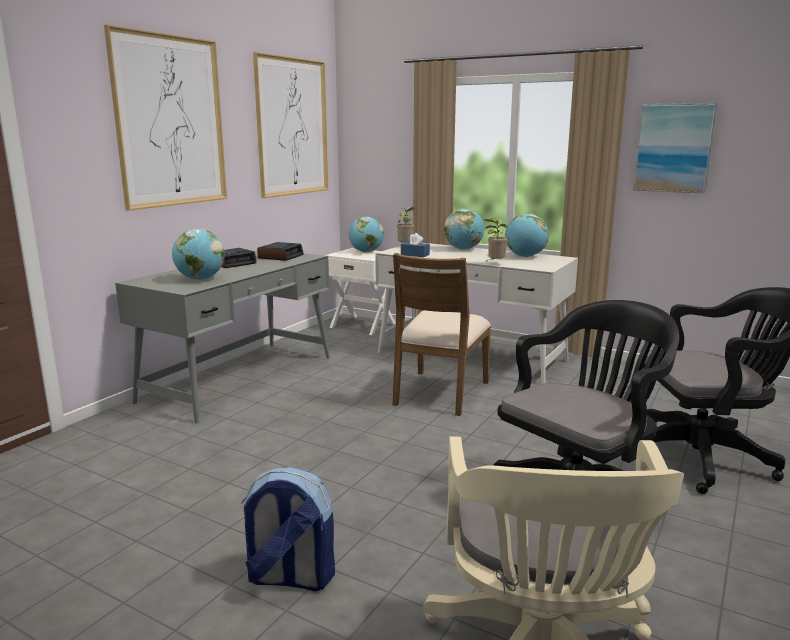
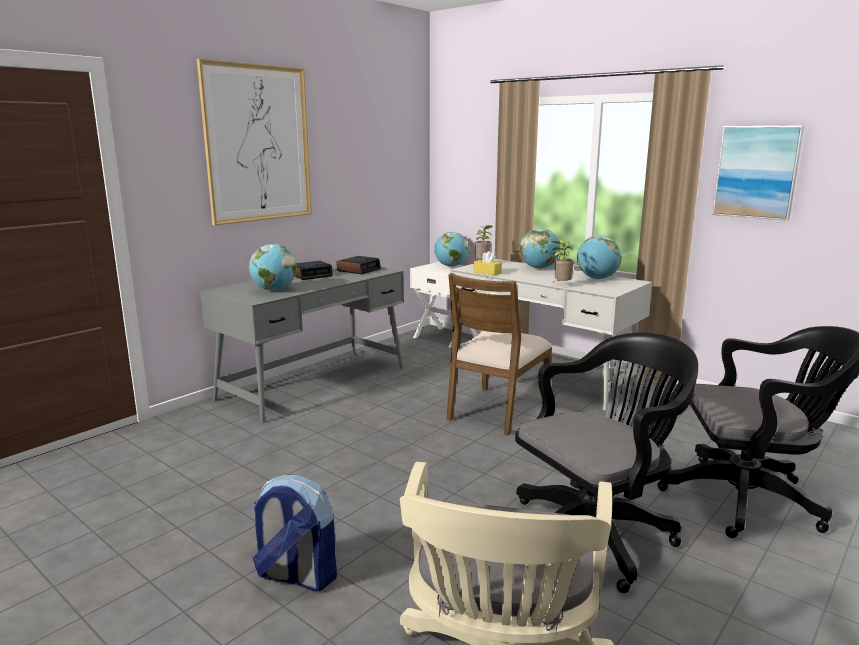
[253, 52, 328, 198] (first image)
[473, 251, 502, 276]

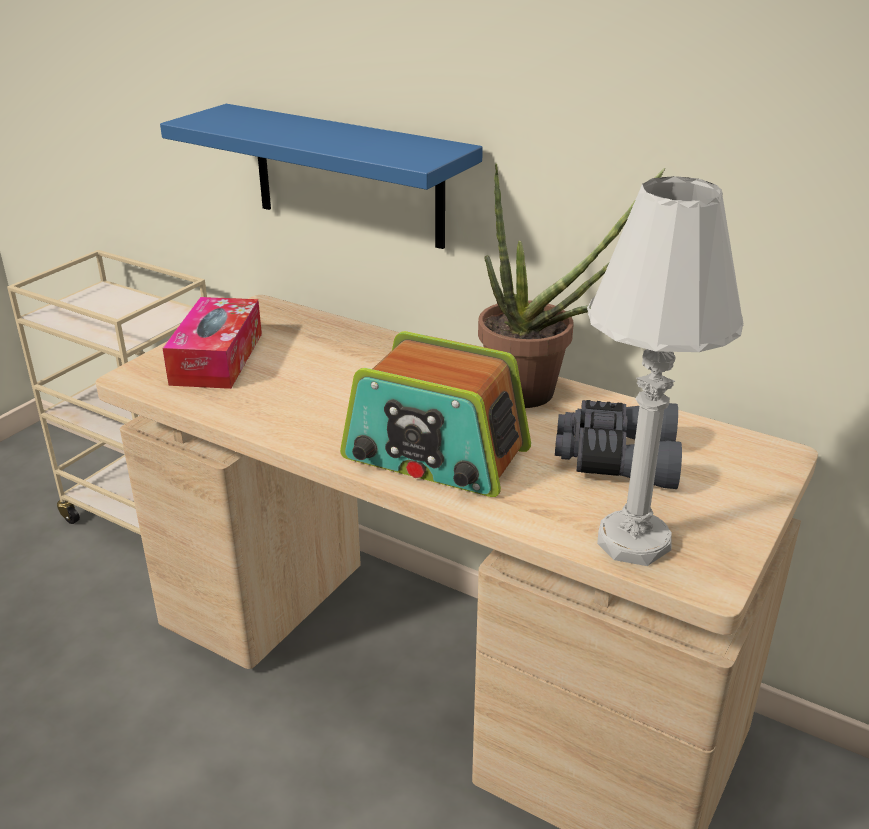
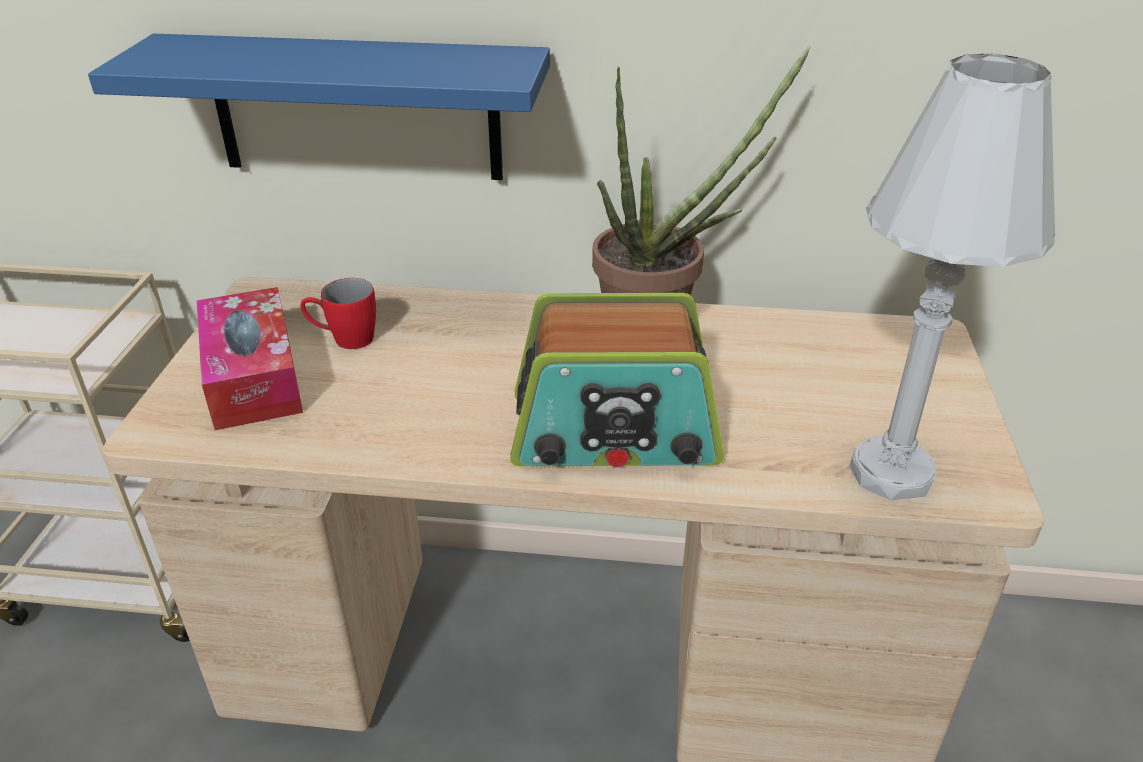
[555, 400, 682, 489] (first image)
[300, 278, 376, 349]

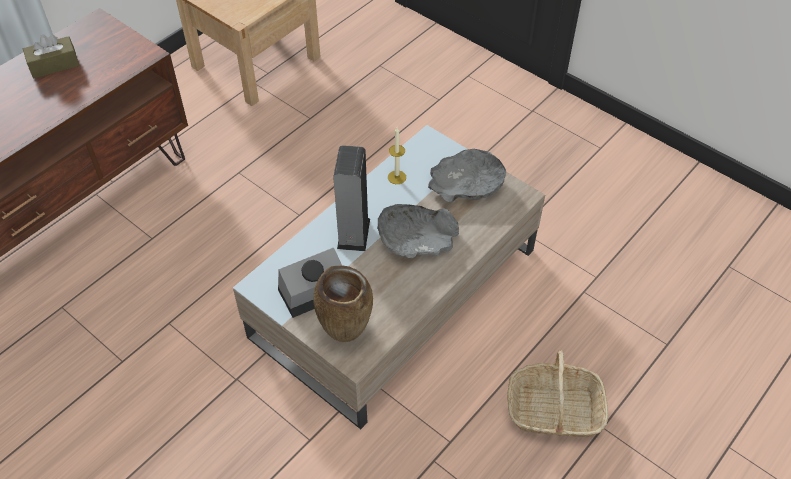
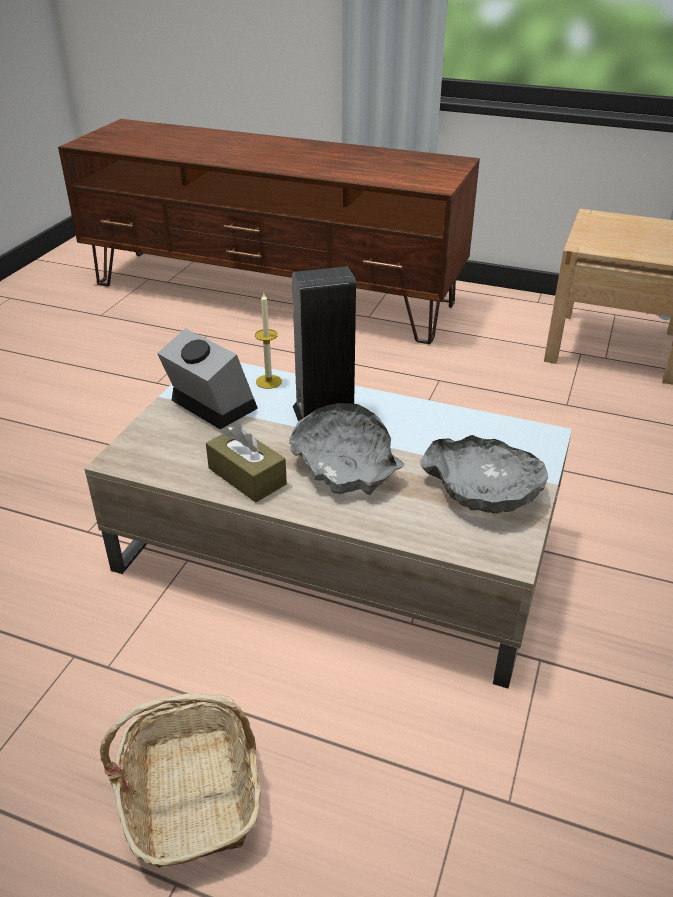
[206, 424, 287, 502]
[255, 293, 282, 389]
[313, 266, 373, 342] (first image)

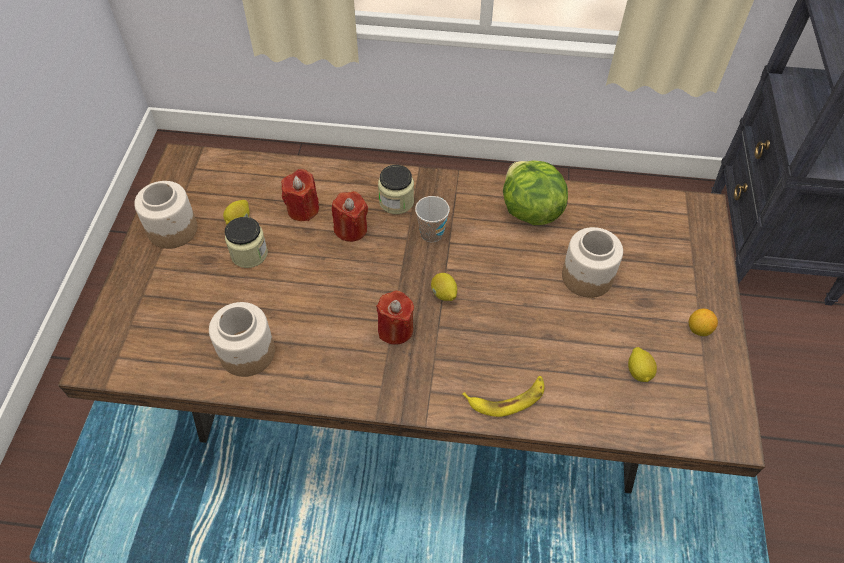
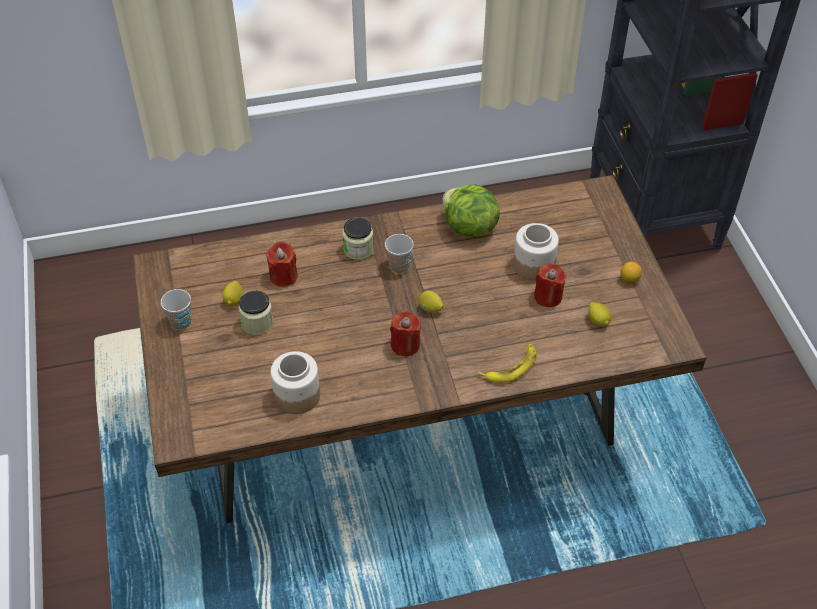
[161, 289, 191, 330]
[534, 263, 567, 307]

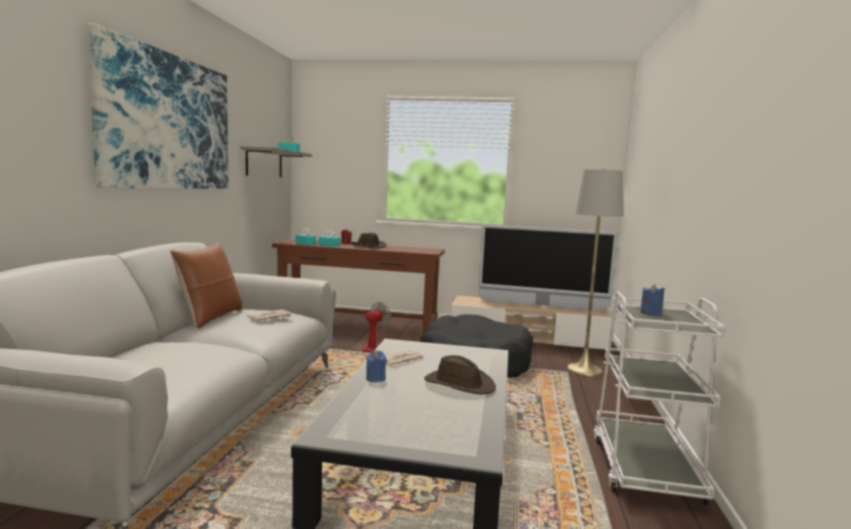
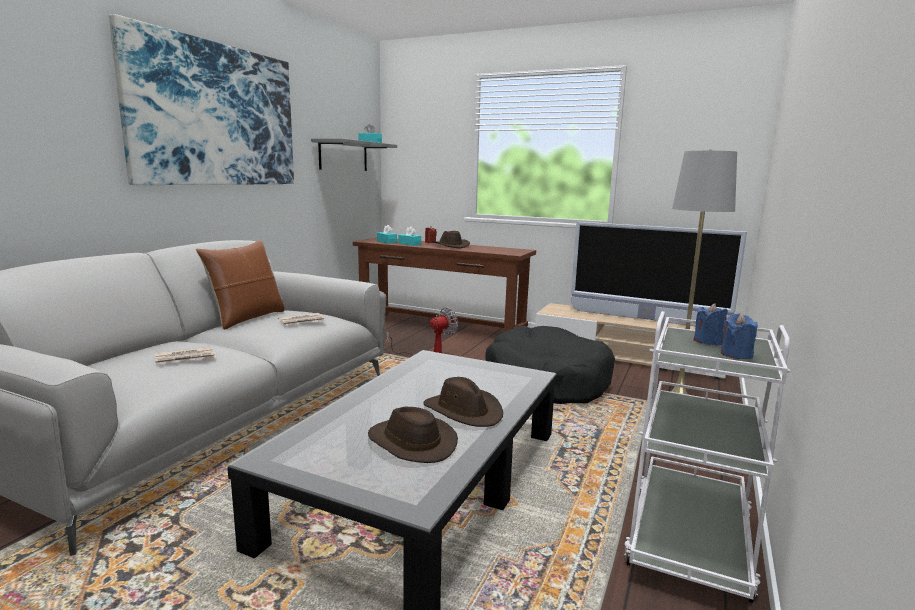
[721, 313, 758, 359]
[155, 346, 216, 364]
[368, 407, 458, 463]

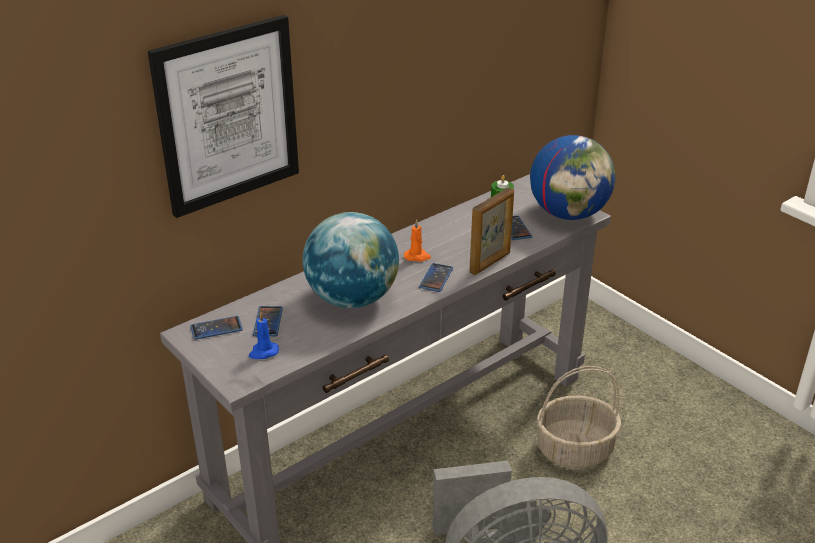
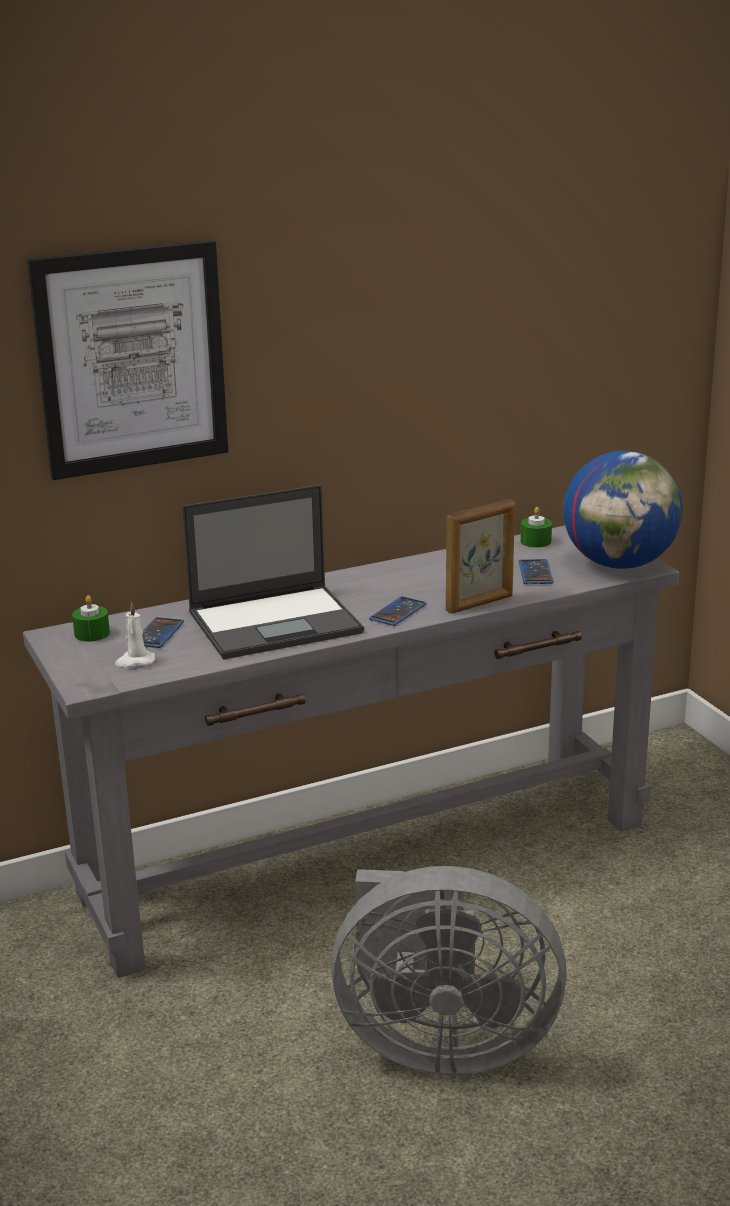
[182, 485, 364, 660]
[404, 219, 431, 262] (first image)
[115, 601, 155, 667]
[72, 595, 110, 642]
[537, 366, 622, 468] (first image)

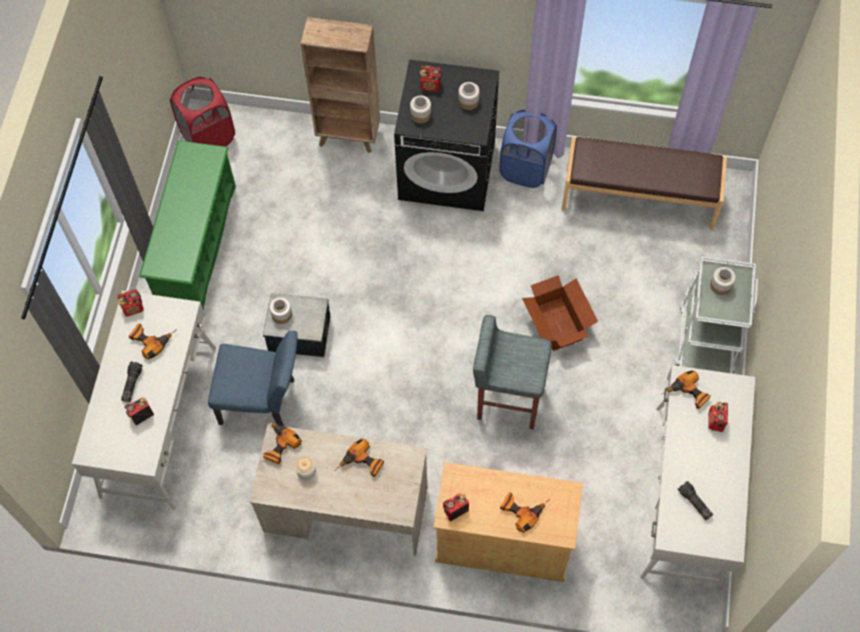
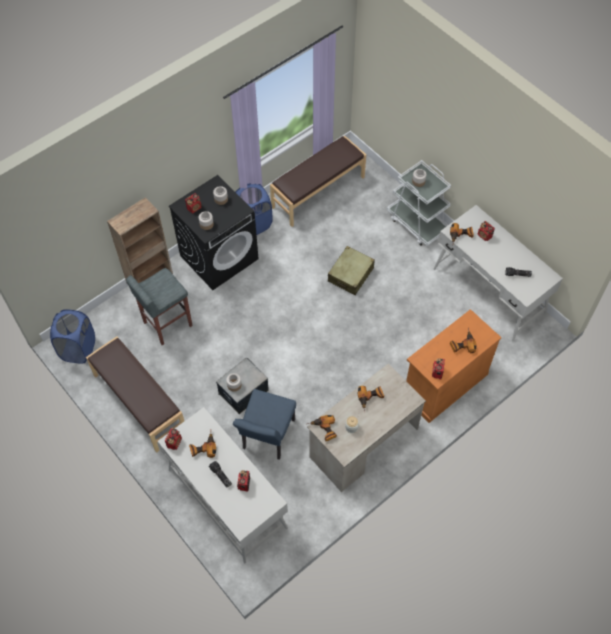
[50, 309, 95, 364]
[86, 336, 184, 453]
[328, 246, 375, 295]
[126, 268, 193, 345]
[233, 389, 296, 460]
[406, 309, 502, 423]

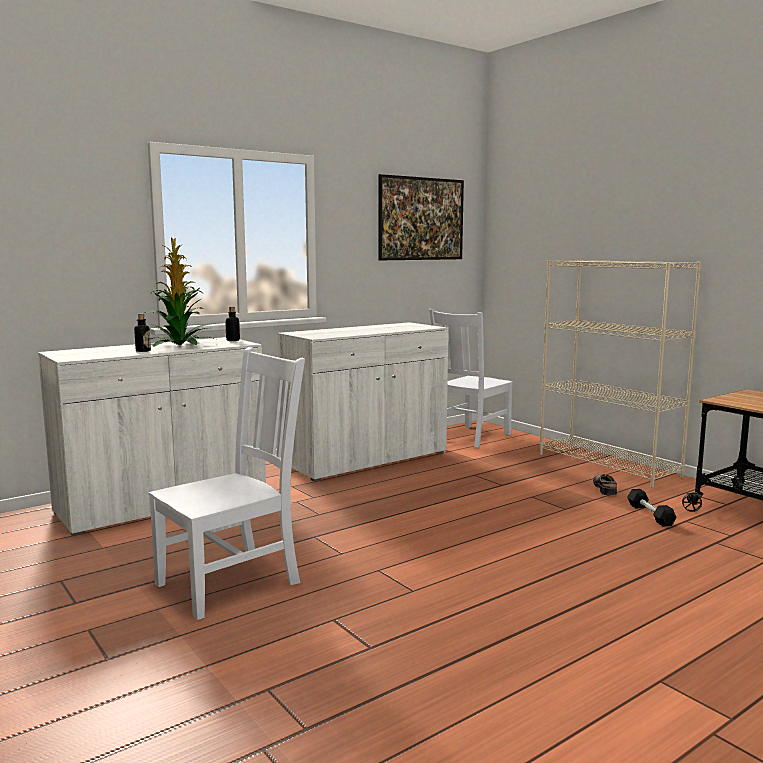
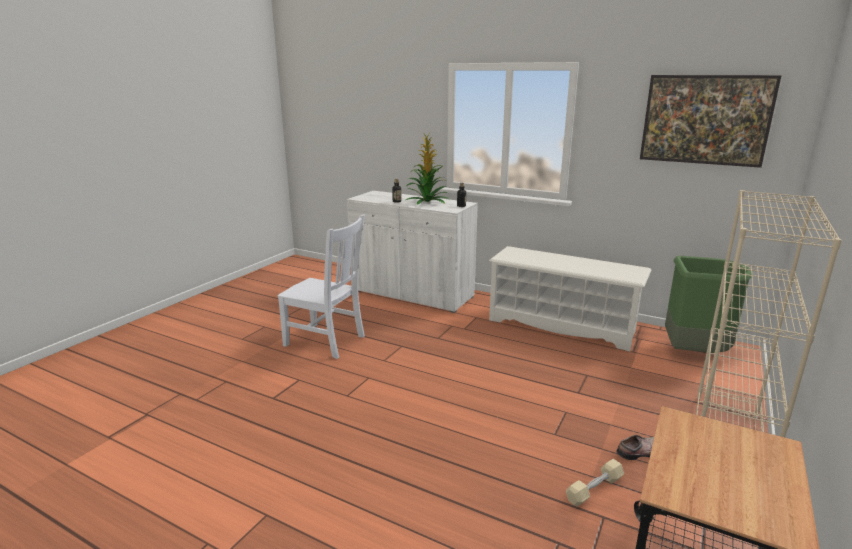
[665, 256, 753, 353]
[489, 246, 651, 351]
[566, 459, 624, 506]

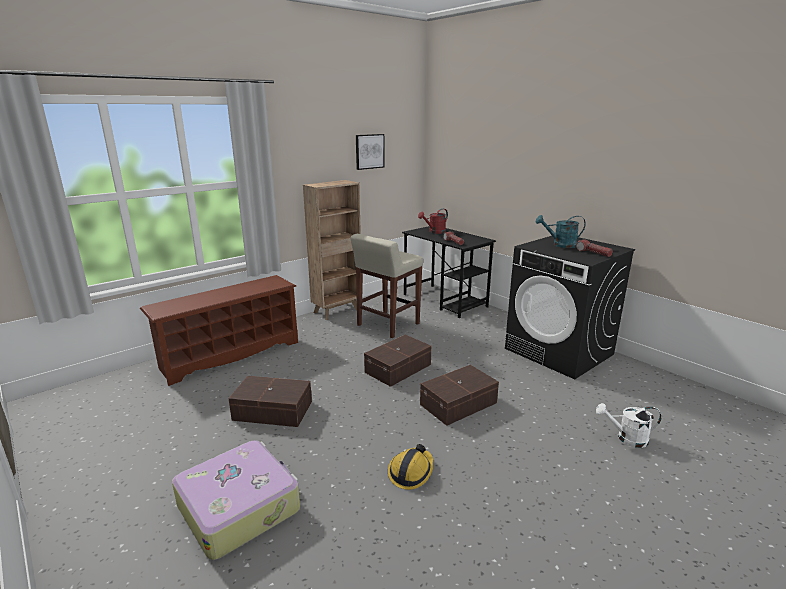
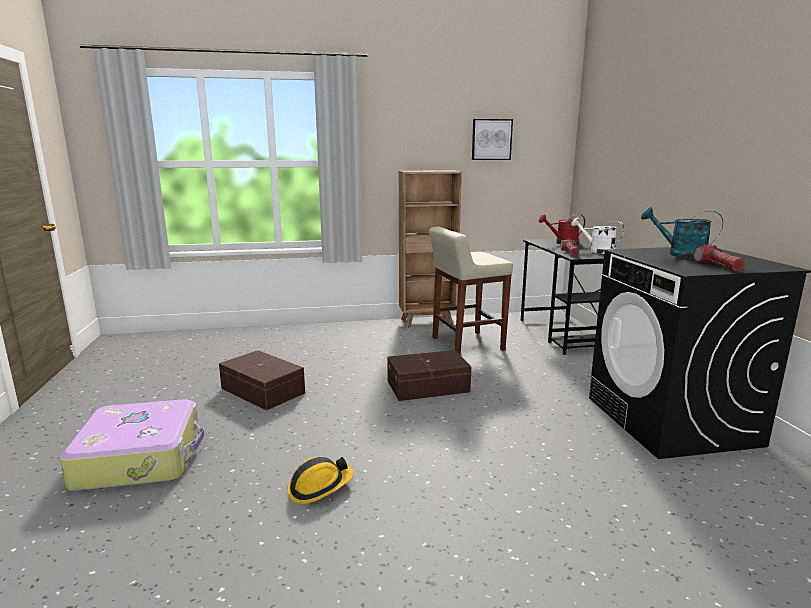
[140, 275, 298, 386] (first image)
[420, 365, 499, 426] (first image)
[571, 217, 624, 254]

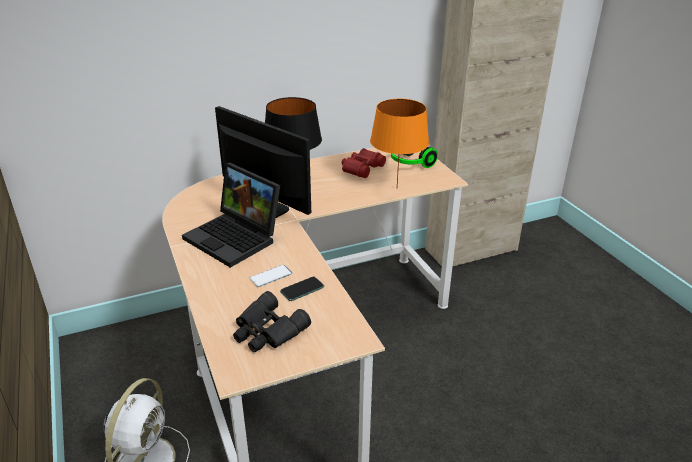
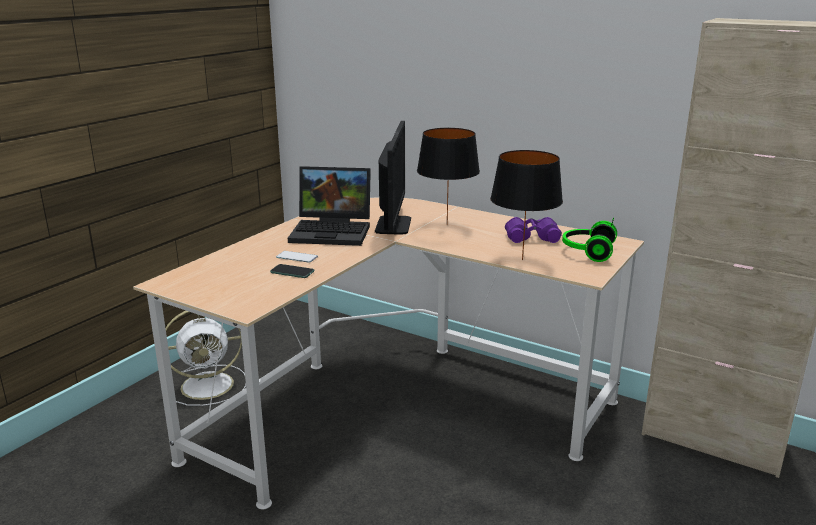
[490, 150, 563, 260]
[505, 217, 562, 243]
[288, 166, 371, 246]
[233, 291, 311, 353] (first image)

